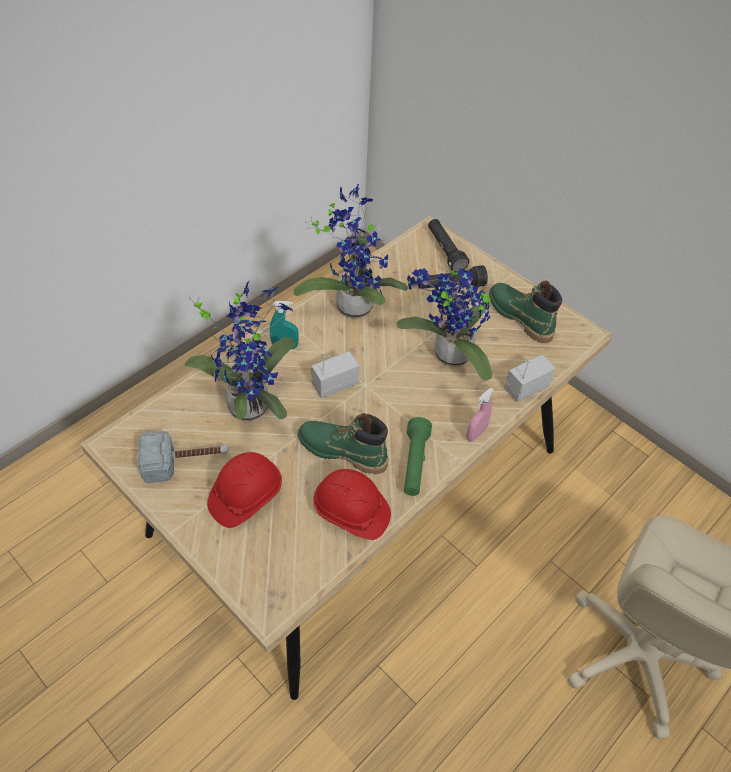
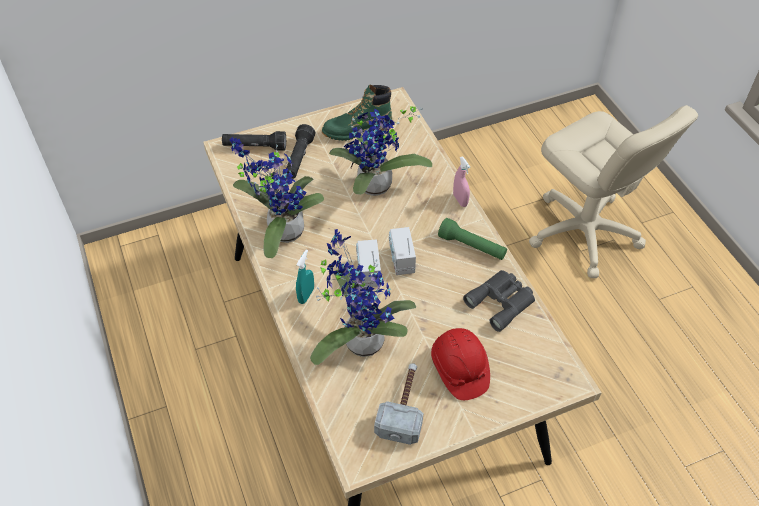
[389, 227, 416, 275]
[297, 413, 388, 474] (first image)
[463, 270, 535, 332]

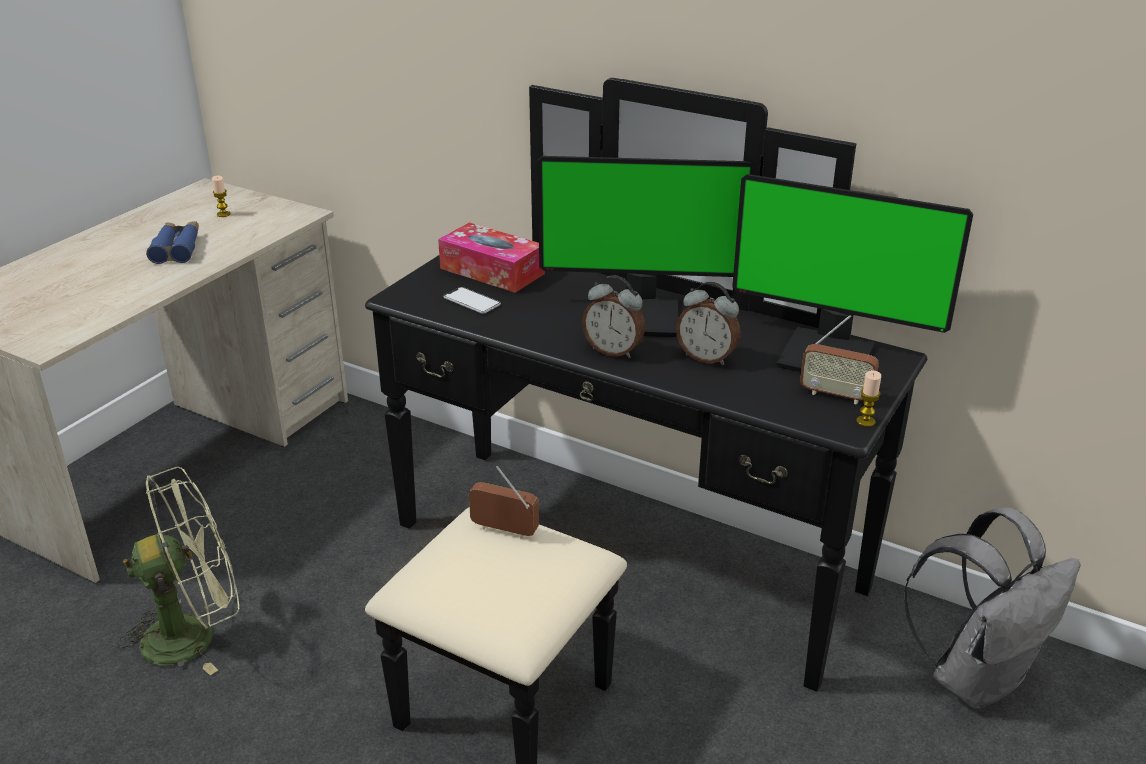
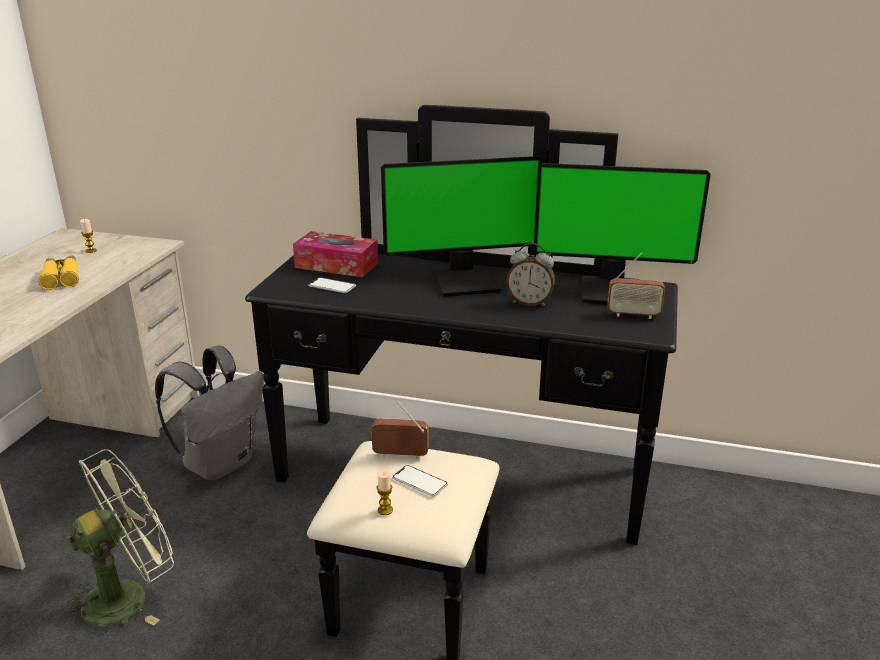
[39, 255, 79, 290]
[582, 276, 645, 358] (first image)
[377, 469, 393, 515]
[155, 345, 264, 480]
[392, 465, 448, 497]

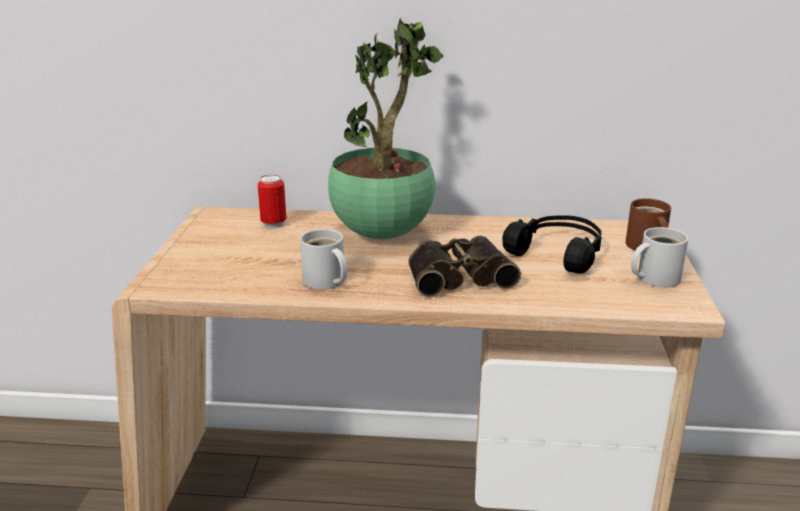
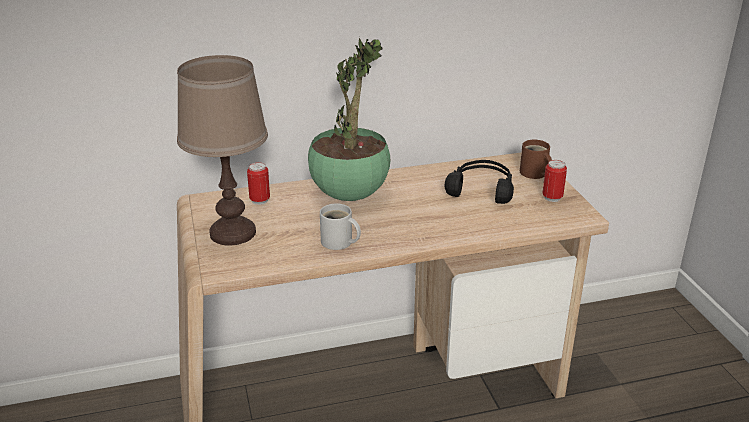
[543, 160, 567, 202]
[408, 236, 521, 298] (first image)
[177, 55, 268, 246]

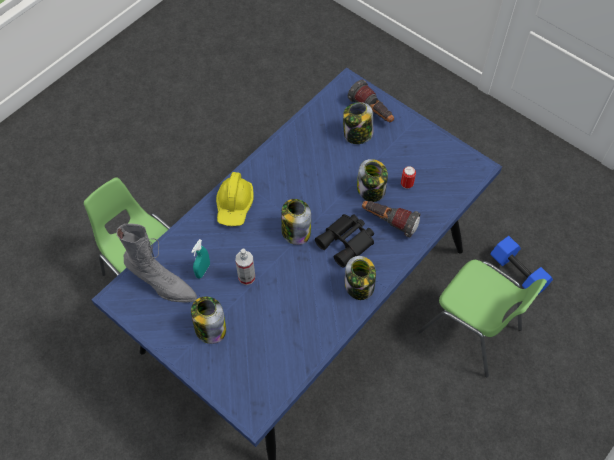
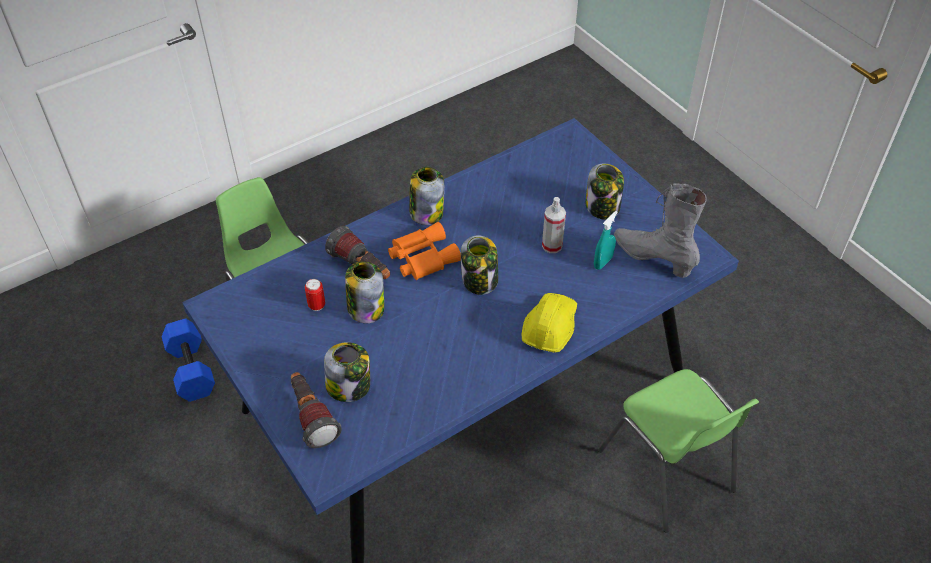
[388, 222, 461, 280]

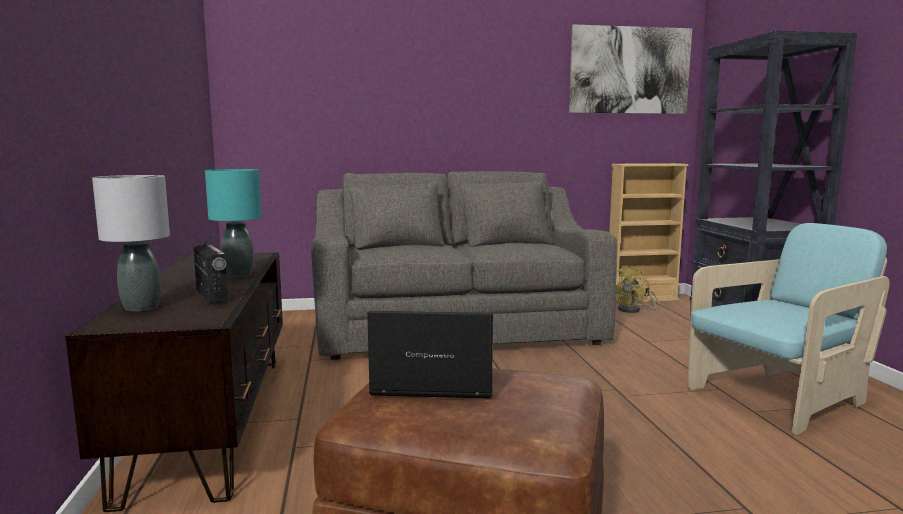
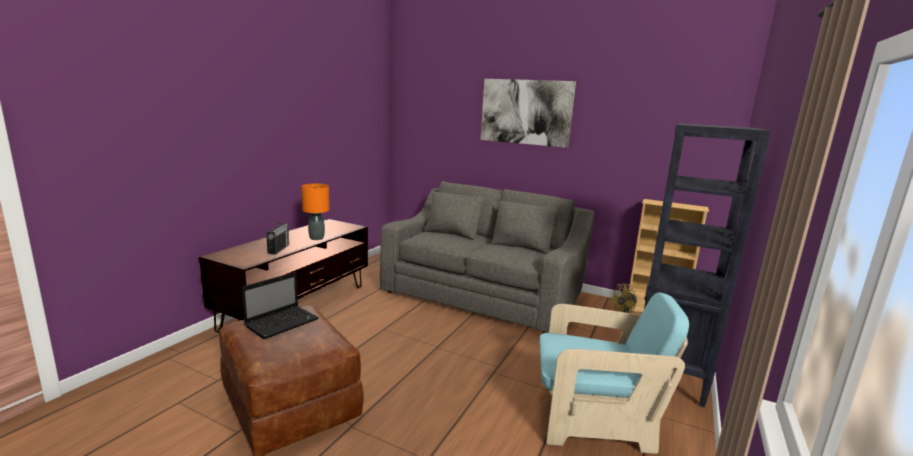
[480, 79, 576, 148]
[301, 184, 329, 240]
[92, 175, 170, 311] (first image)
[242, 272, 319, 339]

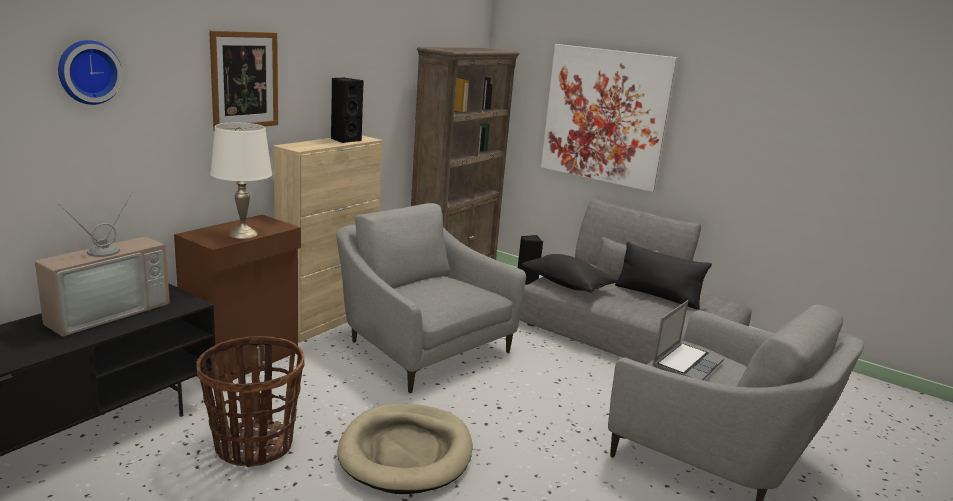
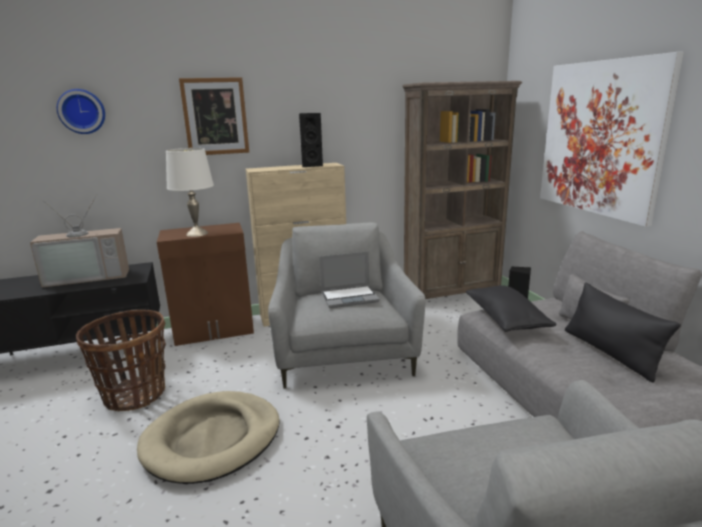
[319, 251, 380, 308]

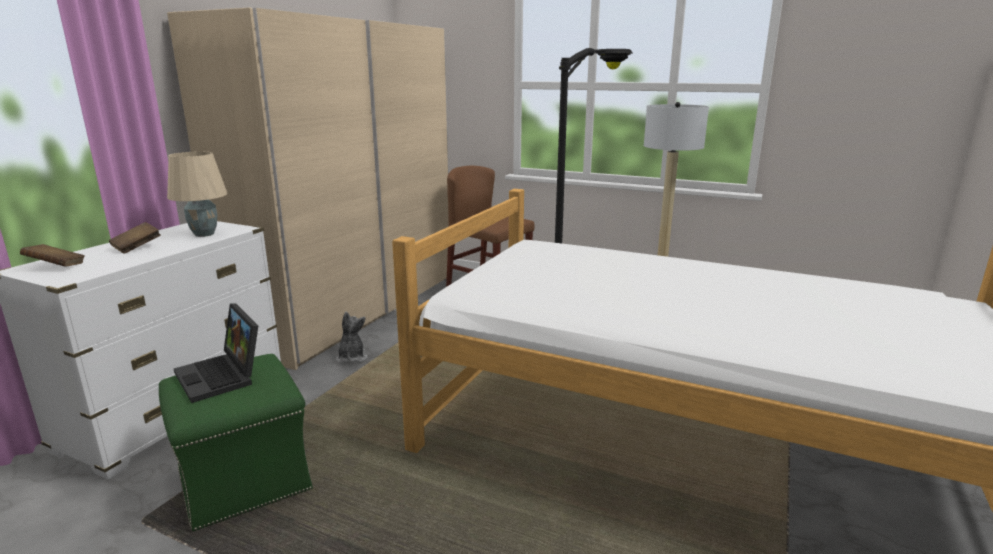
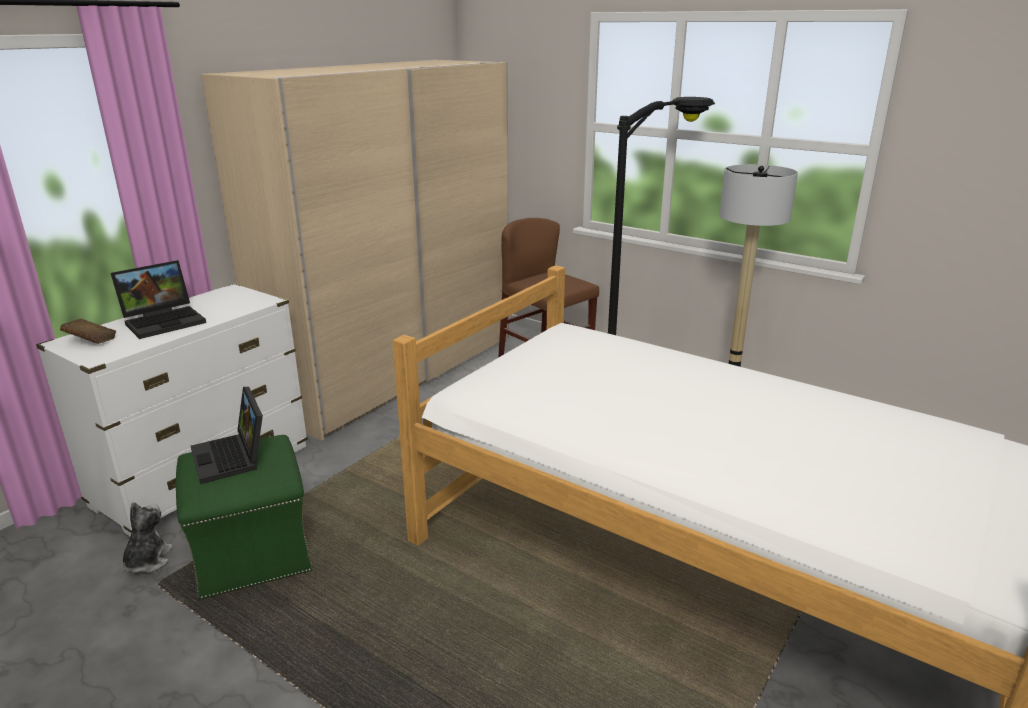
[167, 151, 227, 237] (first image)
[111, 260, 206, 339]
[123, 502, 173, 573]

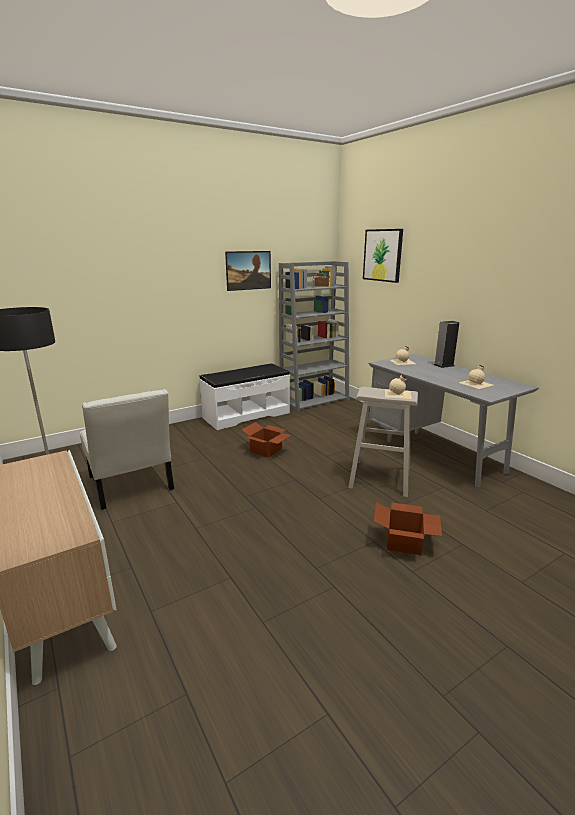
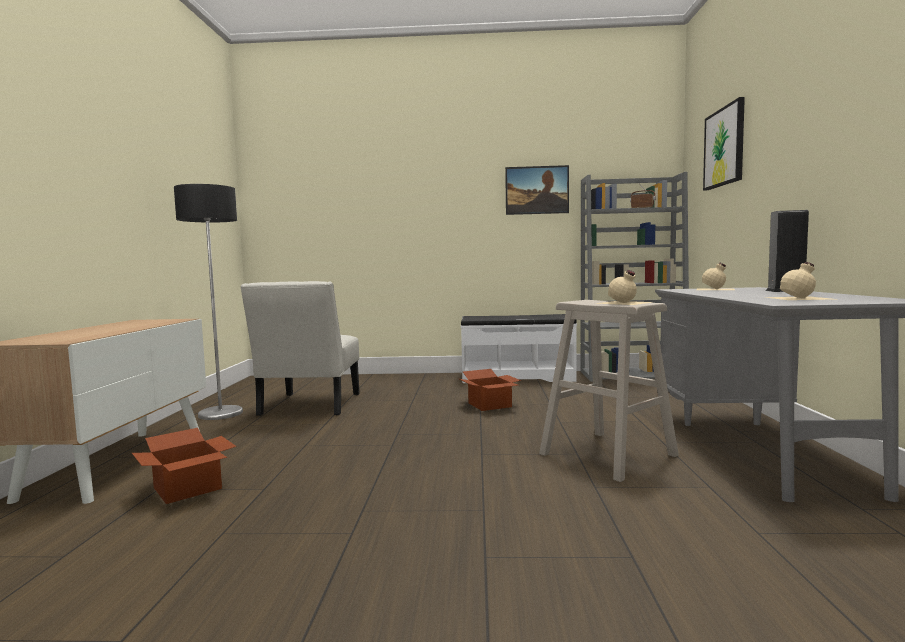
[132, 428, 237, 504]

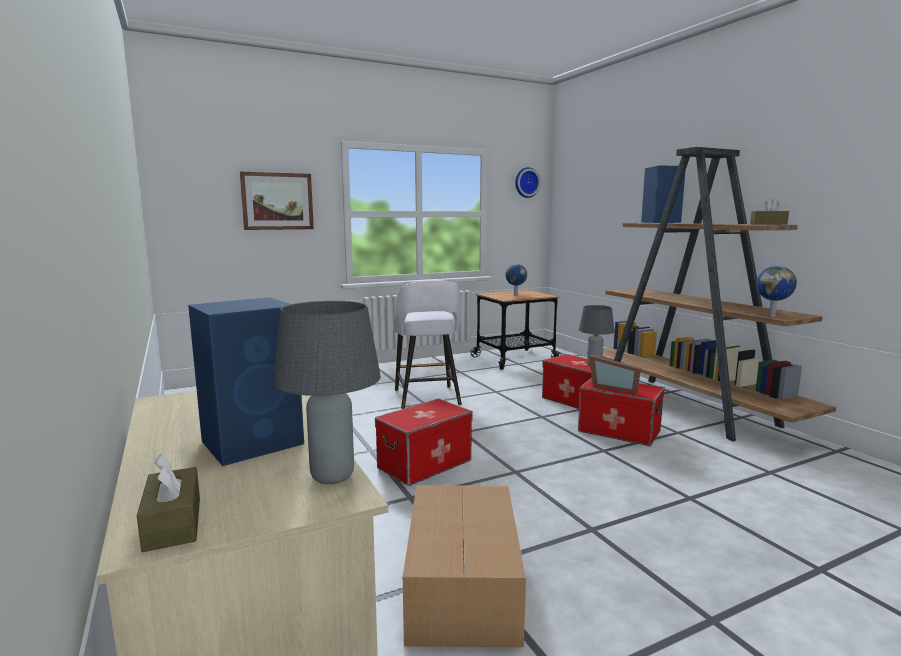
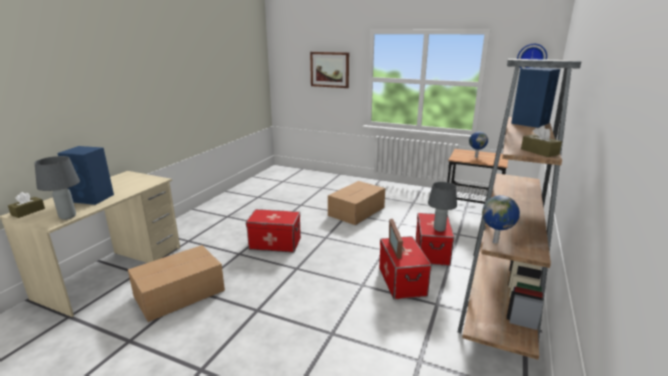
[328, 181, 385, 225]

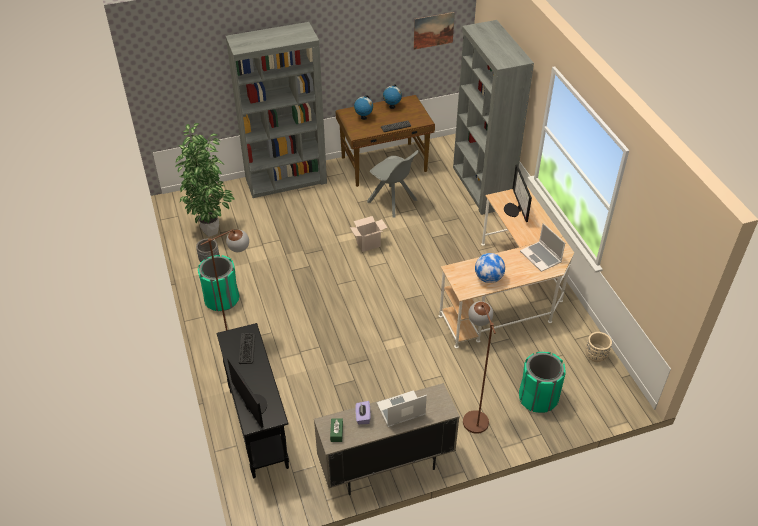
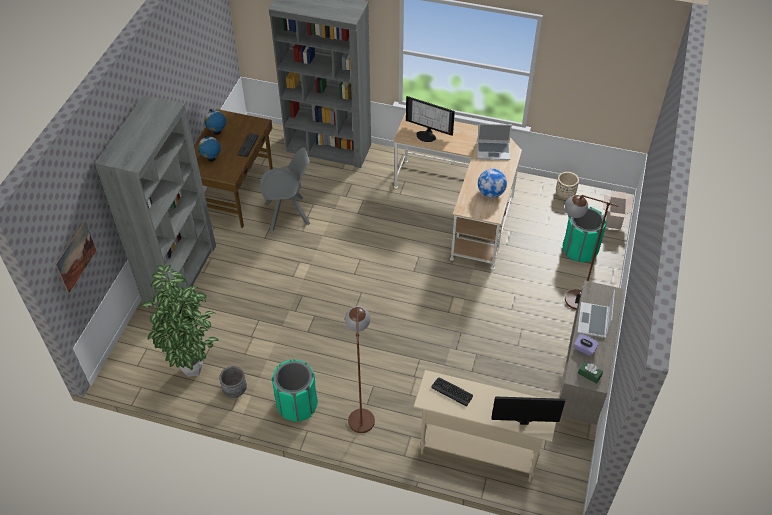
[55, 221, 96, 293]
[603, 191, 633, 229]
[413, 370, 556, 482]

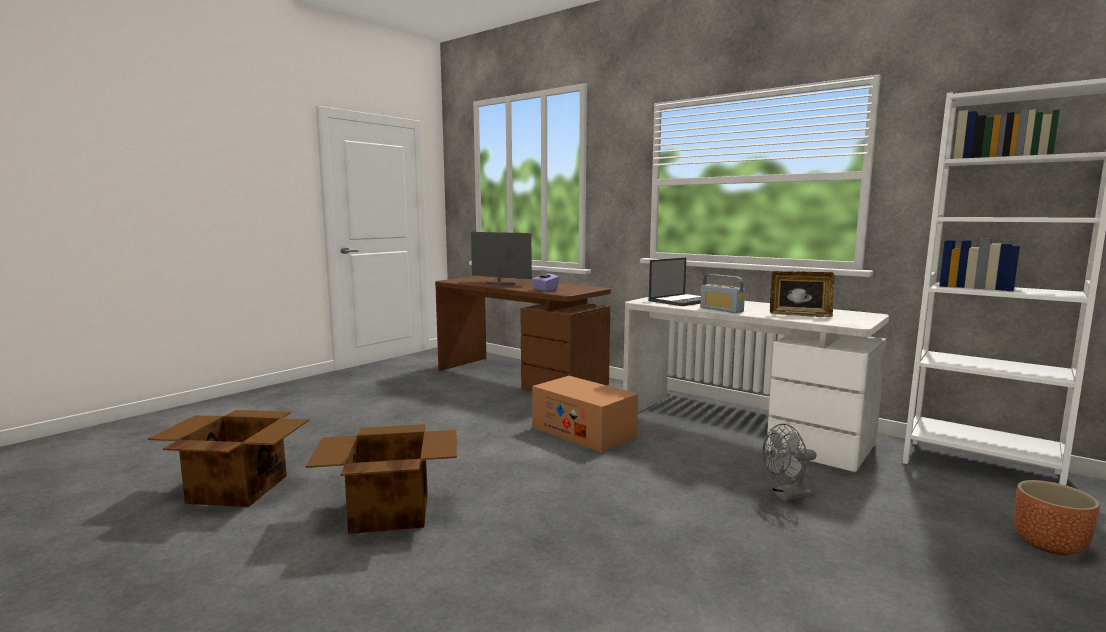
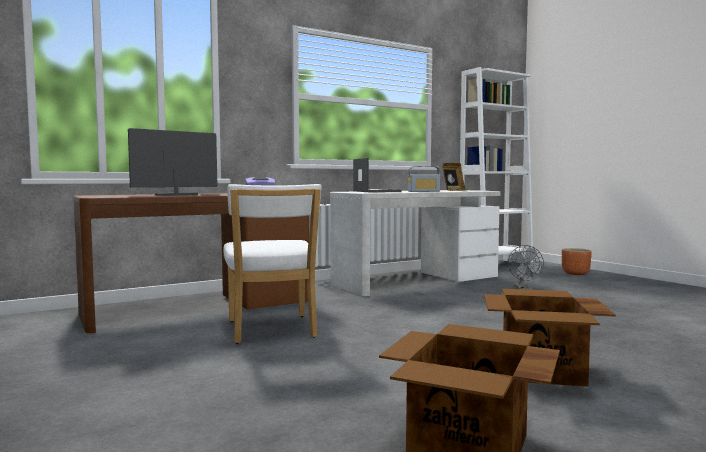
[532, 376, 638, 453] (first image)
[223, 184, 321, 344]

